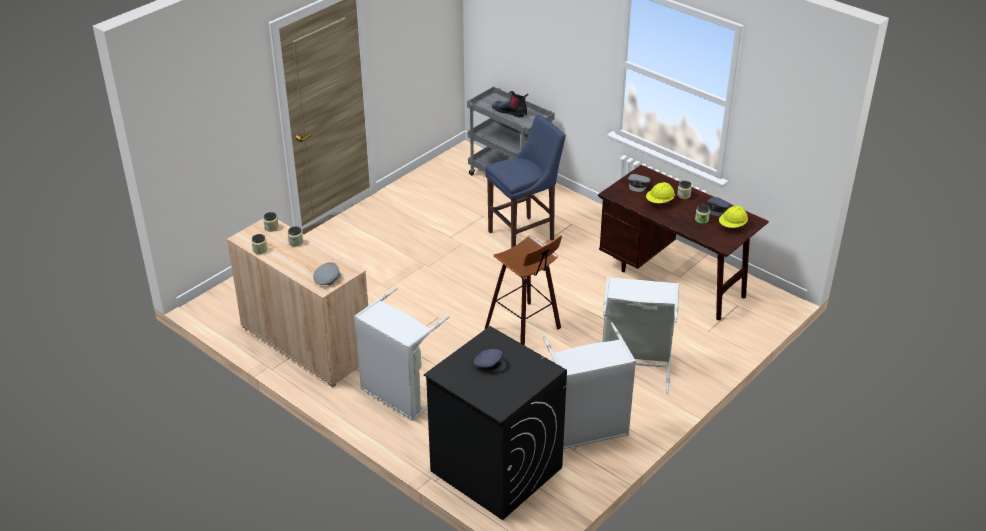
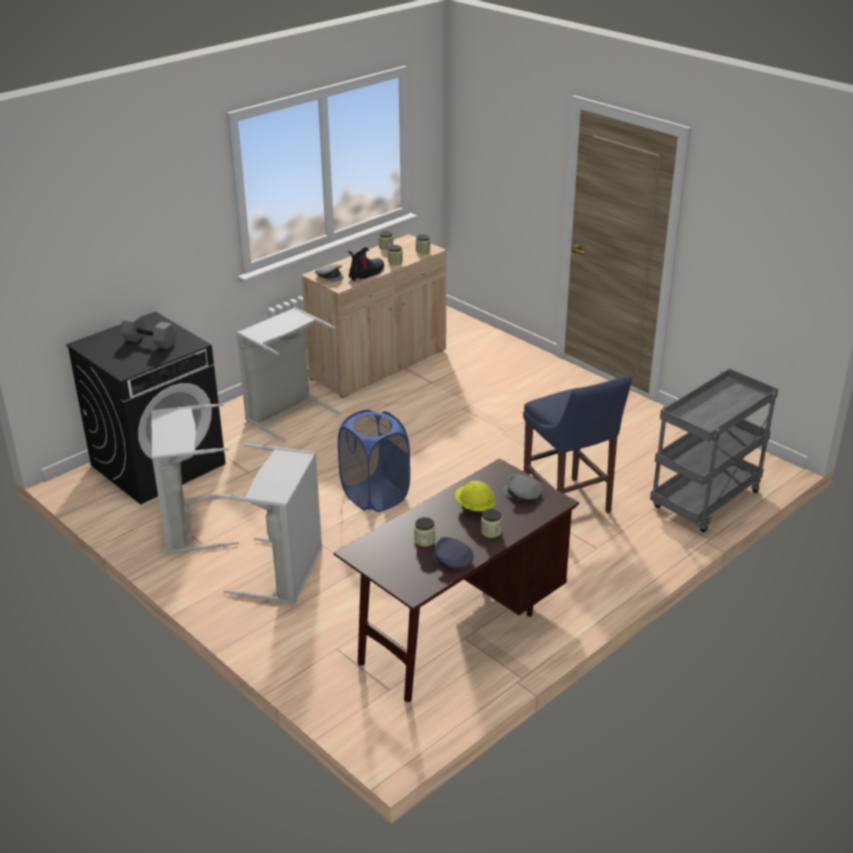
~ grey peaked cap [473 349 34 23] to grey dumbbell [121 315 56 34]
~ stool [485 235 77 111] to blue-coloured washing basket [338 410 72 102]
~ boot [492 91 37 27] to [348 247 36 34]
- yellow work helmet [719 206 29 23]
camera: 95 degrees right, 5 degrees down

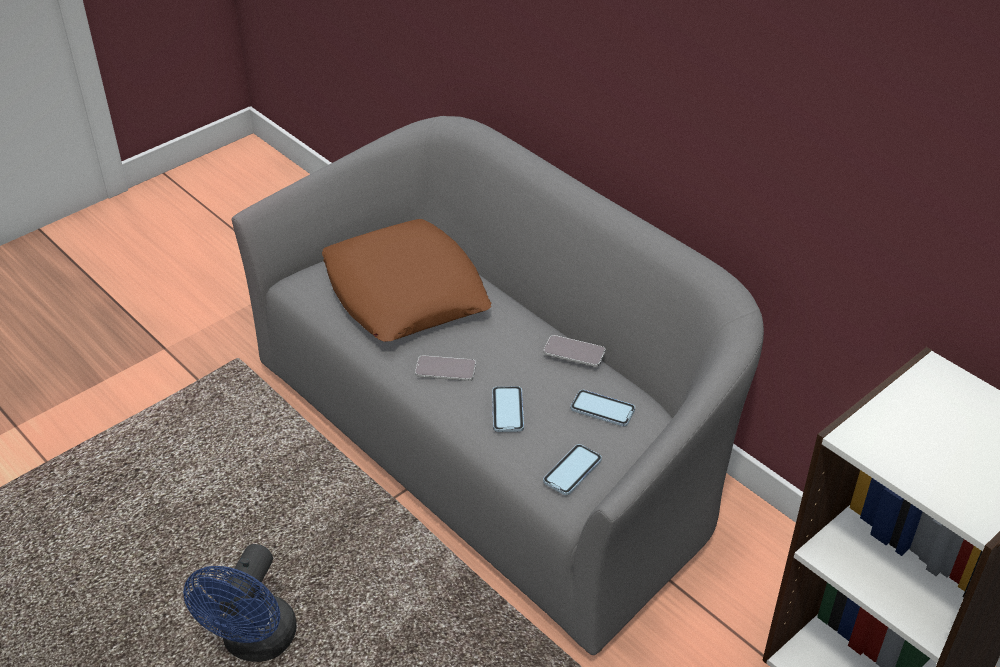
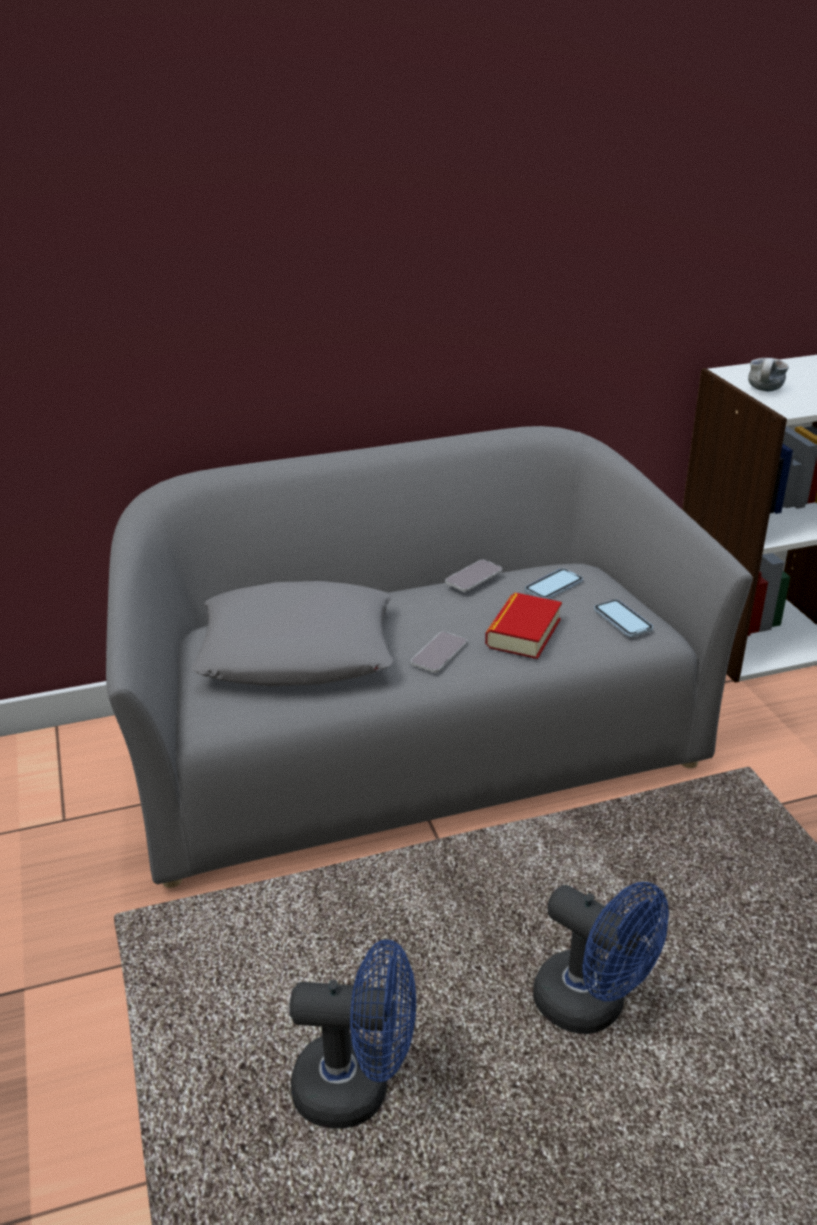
~ brownish cushion [322 219 170 123] to grey cushion [192 581 202 105]
~ phone [492 386 32 46] to bound book [485 592 77 67]
+ blue-coloured cooling fan [289 939 127 190]
+ mug [748 358 41 34]
camera: 65 degrees left, 10 degrees down

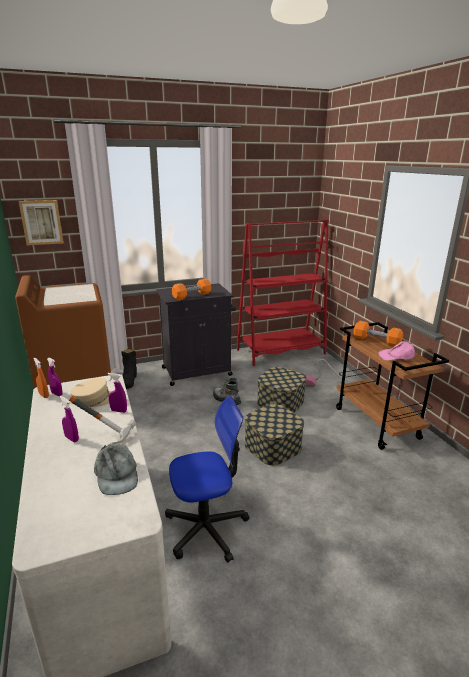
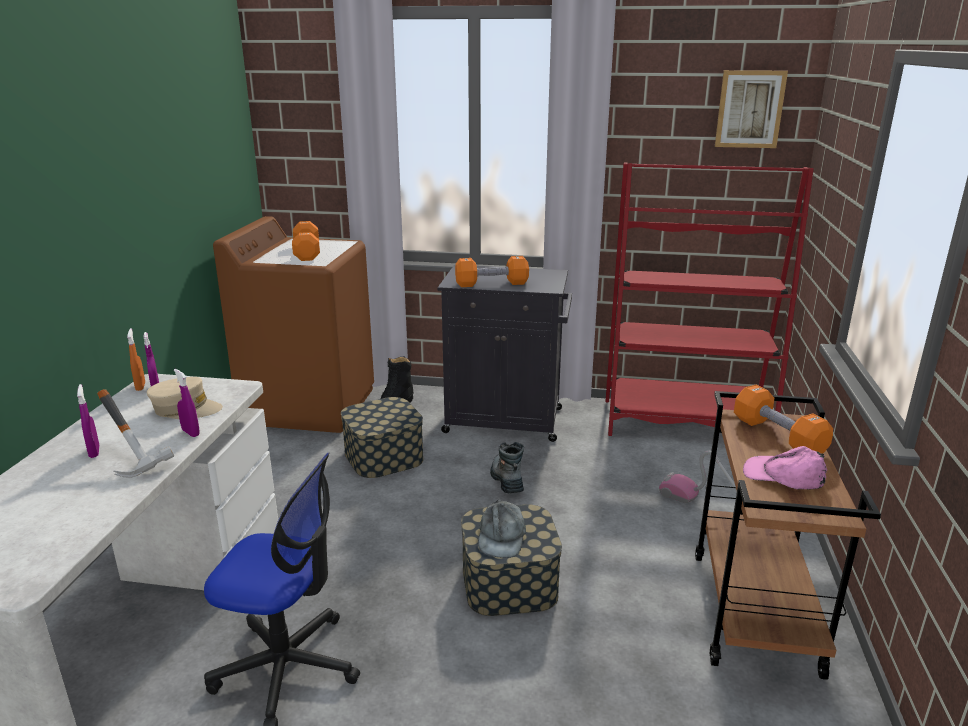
~ wall art [18 200 46 45] to [715 70 73 78]
~ grey peaked cap [94 444 44 51] to [478 500 48 58]
~ storage box [257 367 49 46] to [341 397 83 81]
+ orange dumbbell [292 221 28 40]
camera: 30 degrees right, 0 degrees up

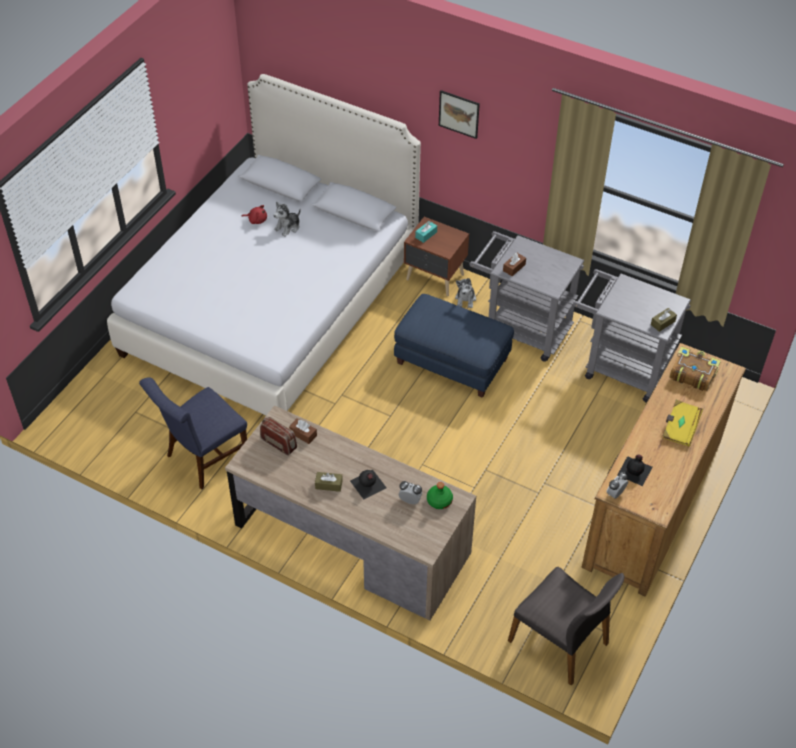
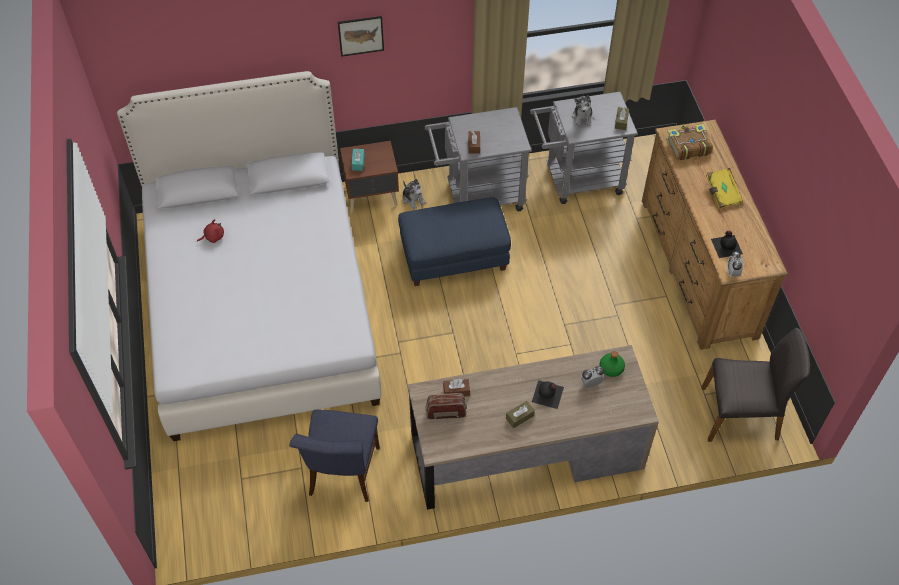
~ cuddly toy [274 202 27 35] to [572 95 22 31]
camera: 40 degrees left, 5 degrees up

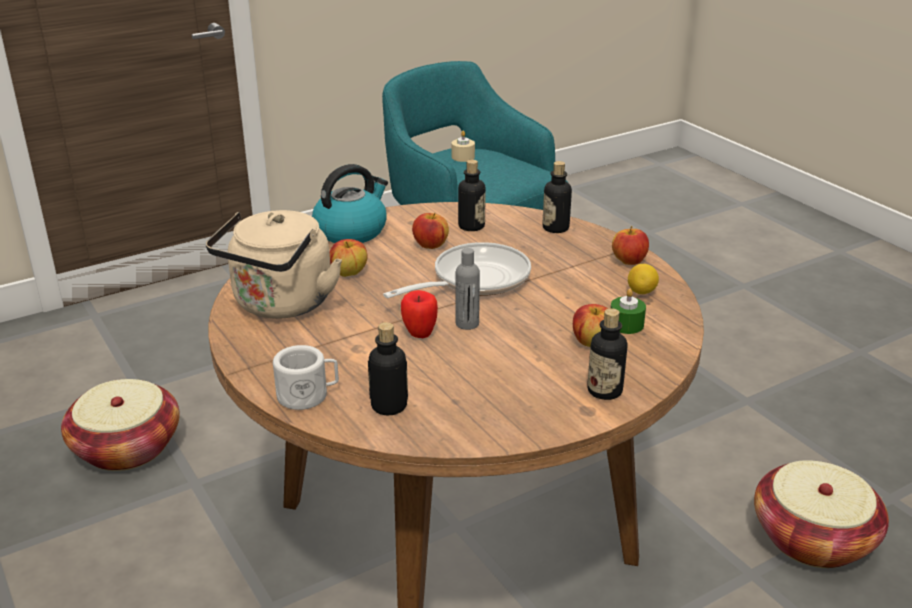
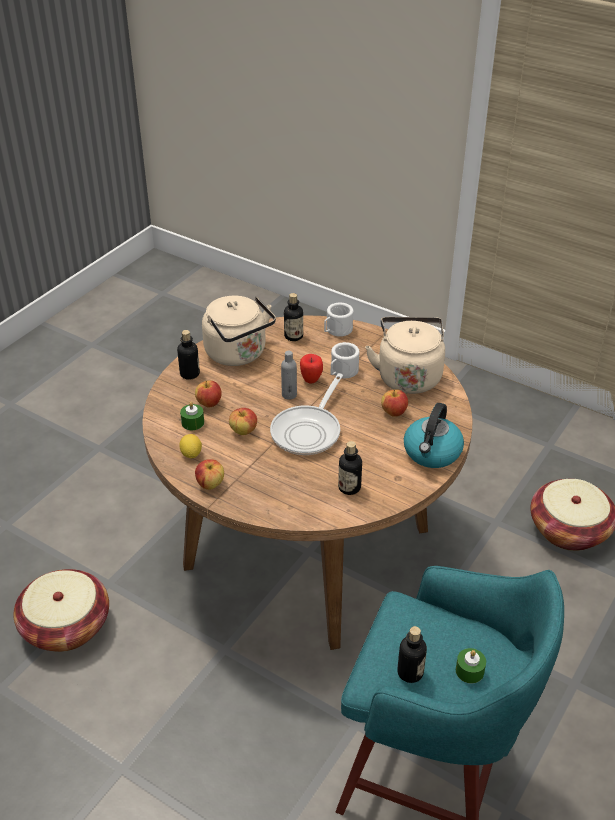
~ apple fruit [412 213 37 36] to [229 408 28 27]
~ beige-coloured wax light [452 131 23 31] to greenish wax light [456 648 30 35]
~ beverage bottle [543 161 29 72] to [397 626 30 57]
+ beige-coloured tea kettle [202 296 74 70]
+ white-coloured mug [331 342 29 36]
camera: 155 degrees right, 10 degrees up

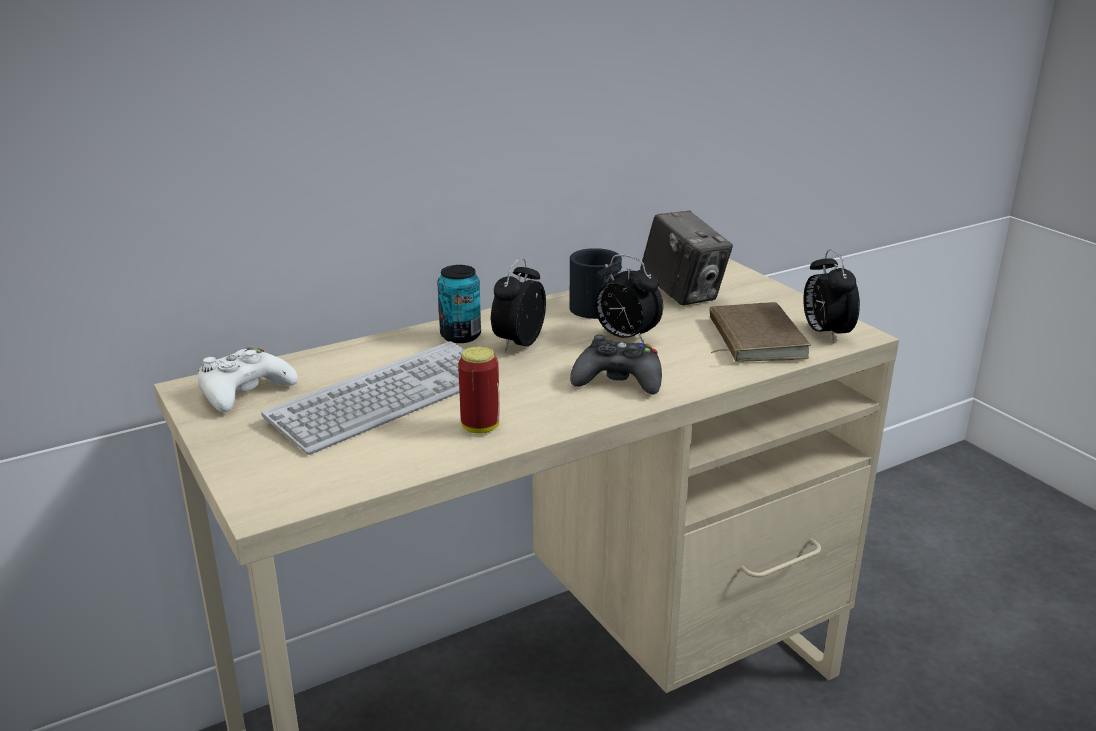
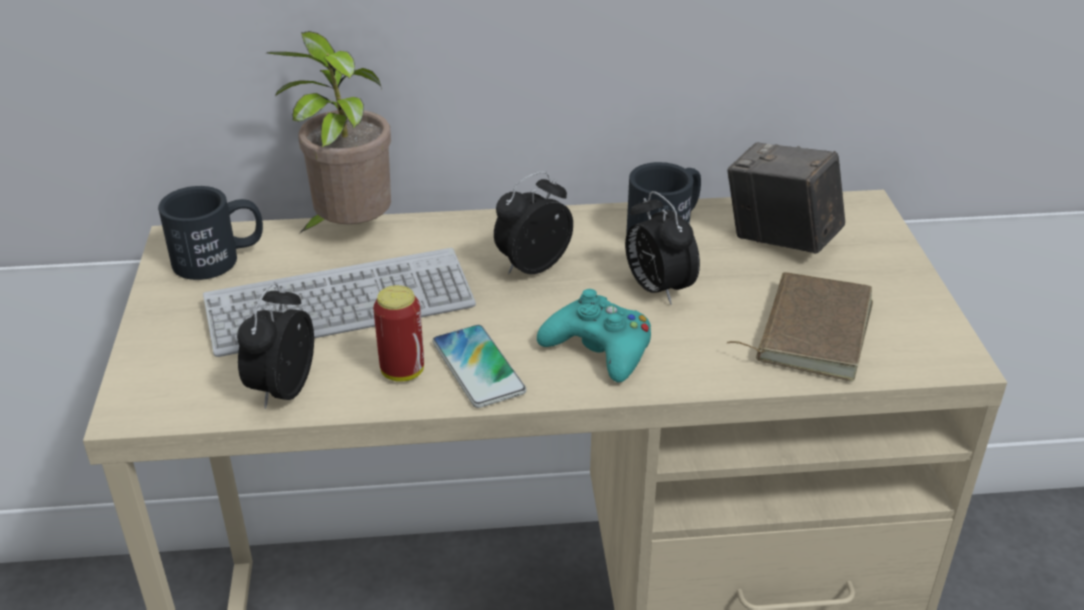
~ white-coloured game controller [198 347 100 66] to black-coloured mug [158 186 105 94]
- metal can [437 265 44 78]
~ black-coloured game controller [570 335 92 59] to blue-green game controller [537 289 114 93]
~ photo camera [640 211 93 94] = [727 142 118 112] 135 degrees clockwise
~ bedside clock [803 249 57 94] to [237 282 77 127]
+ potted plant [267 31 124 203]
+ phone [433 325 94 83]
camera: 25 degrees right, 10 degrees up

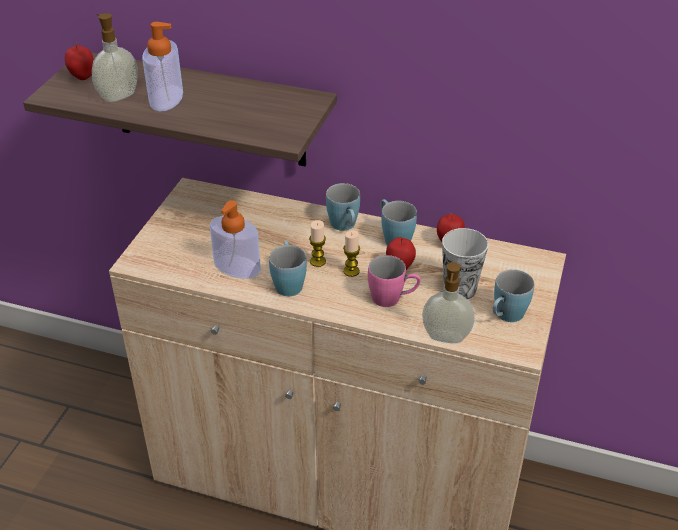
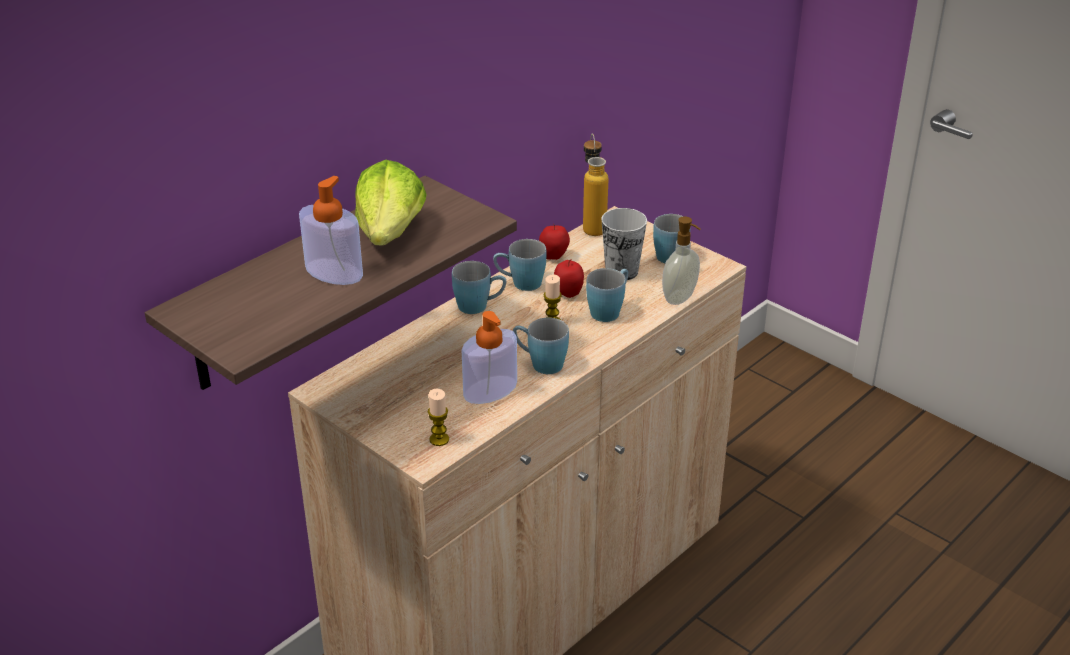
- apple fruit [65 42 29 38]
- soap dispenser [92 13 46 89]
~ wax light [309 220 17 47] to [428 389 21 57]
~ pink-coloured mug [368 255 53 52] to blue-coloured mug [586 268 42 54]
+ lettuce head [355 160 72 86]
+ beverage bottle [583 133 25 103]
camera: 65 degrees left, 5 degrees down

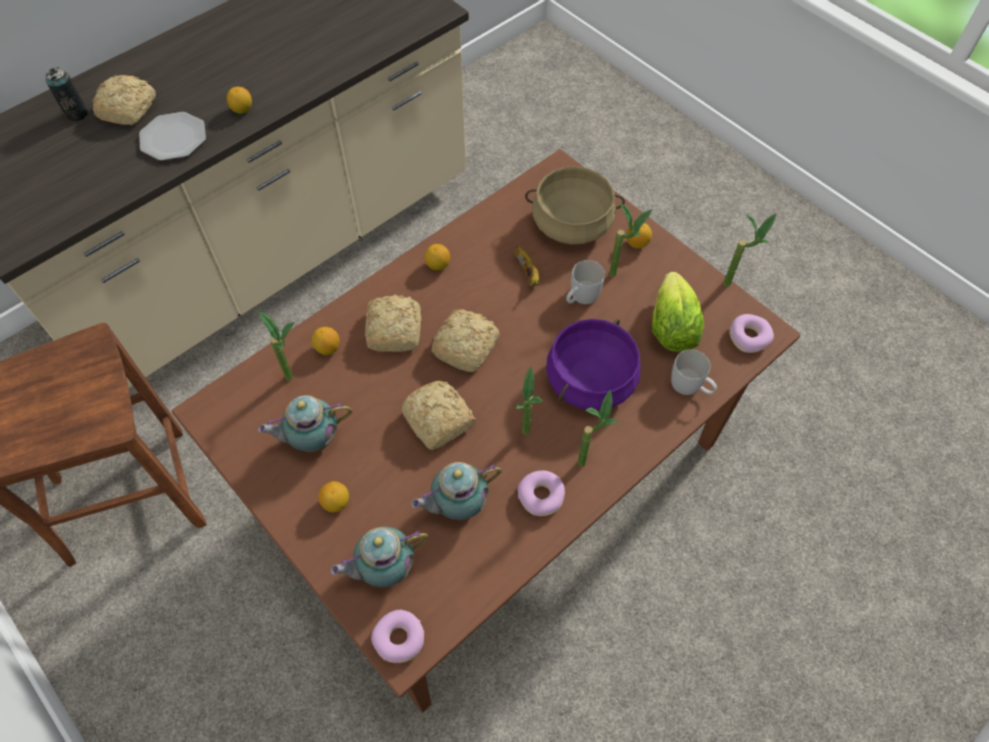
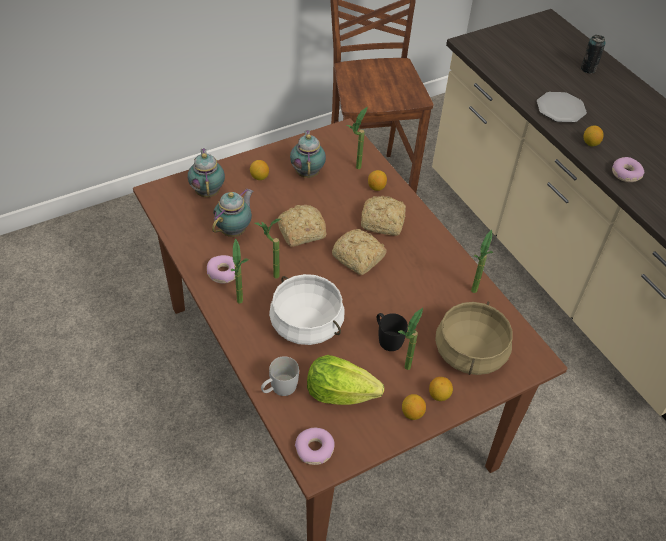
- baked bread [92 75 64 50]
~ ring doughnut [371 610 53 53] to [612 157 32 25]
~ teapot [411 462 91 58] = [212 189 42 48] 45 degrees clockwise
~ lemon [424 244 26 26] to [402 394 24 26]
- whole banana [515 246 25 40]
~ purple-coloured cooking pot [546 319 95 92] to white-coloured cooking pot [269 274 76 71]
~ white-coloured mug [566 260 39 44] to black-coloured mug [377 313 31 38]
~ potted plant [723 214 53 73] to [471 230 23 63]
camera: 100 degrees right, 10 degrees down

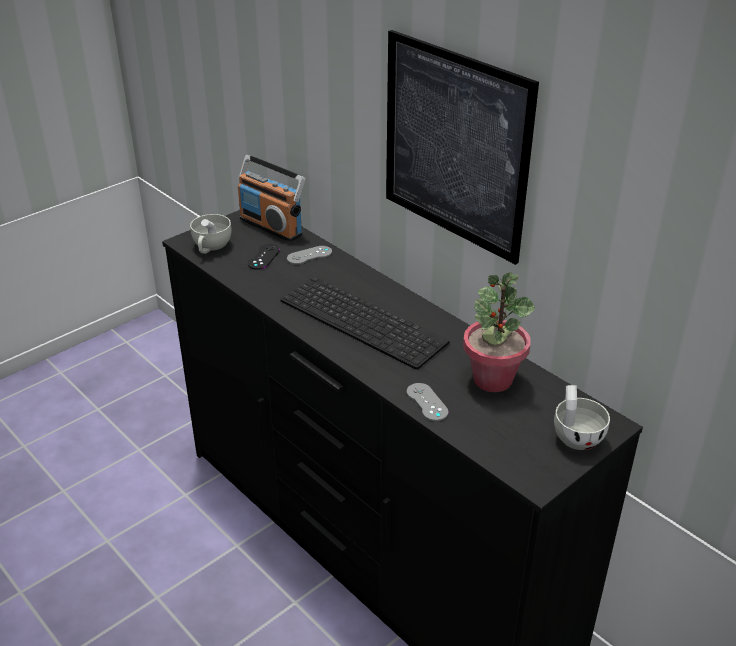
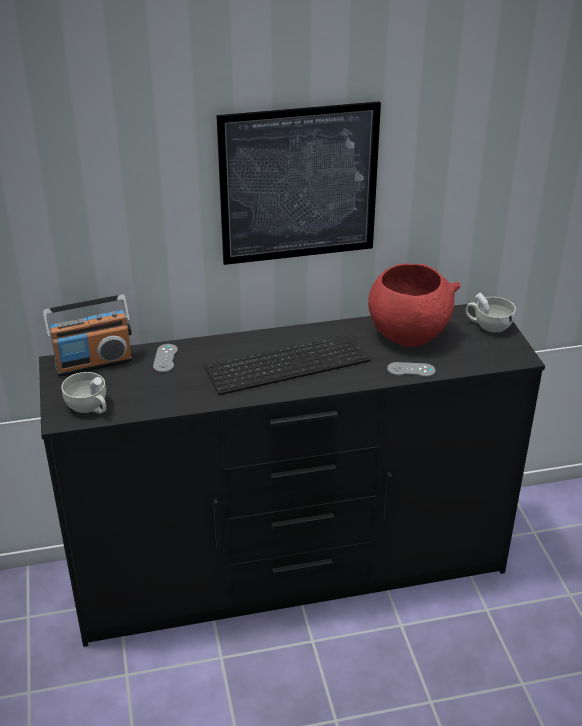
- black-coloured game controller [248 244 32 26]
~ potted plant [463 272 72 120] to reddish serving bowl [368 264 93 83]
camera: 60 degrees left, 0 degrees up

